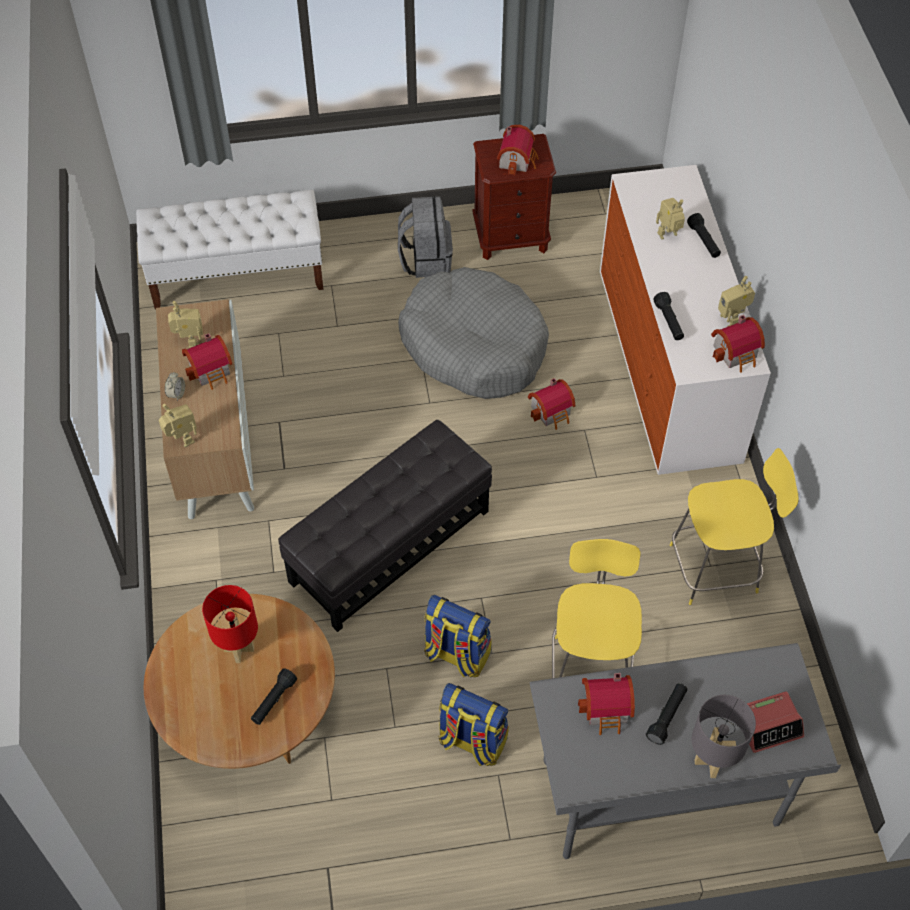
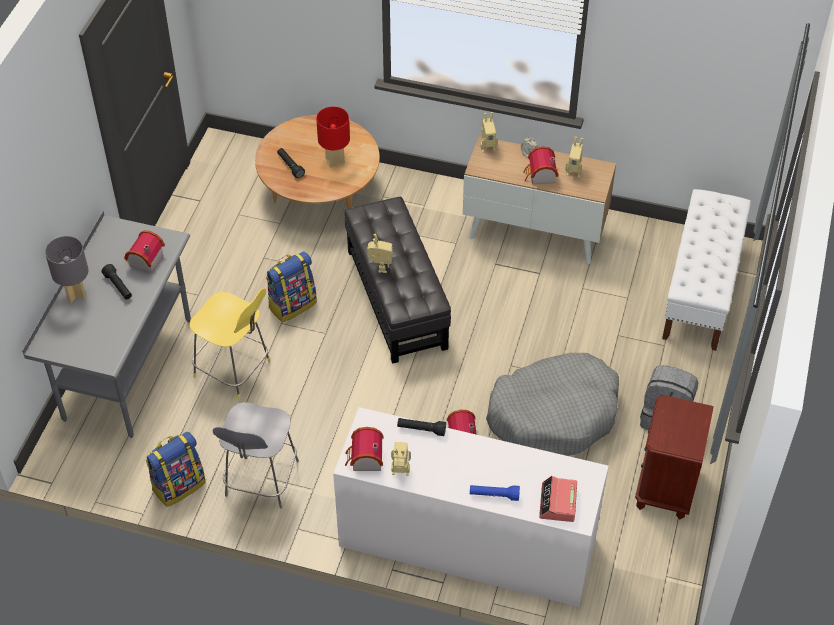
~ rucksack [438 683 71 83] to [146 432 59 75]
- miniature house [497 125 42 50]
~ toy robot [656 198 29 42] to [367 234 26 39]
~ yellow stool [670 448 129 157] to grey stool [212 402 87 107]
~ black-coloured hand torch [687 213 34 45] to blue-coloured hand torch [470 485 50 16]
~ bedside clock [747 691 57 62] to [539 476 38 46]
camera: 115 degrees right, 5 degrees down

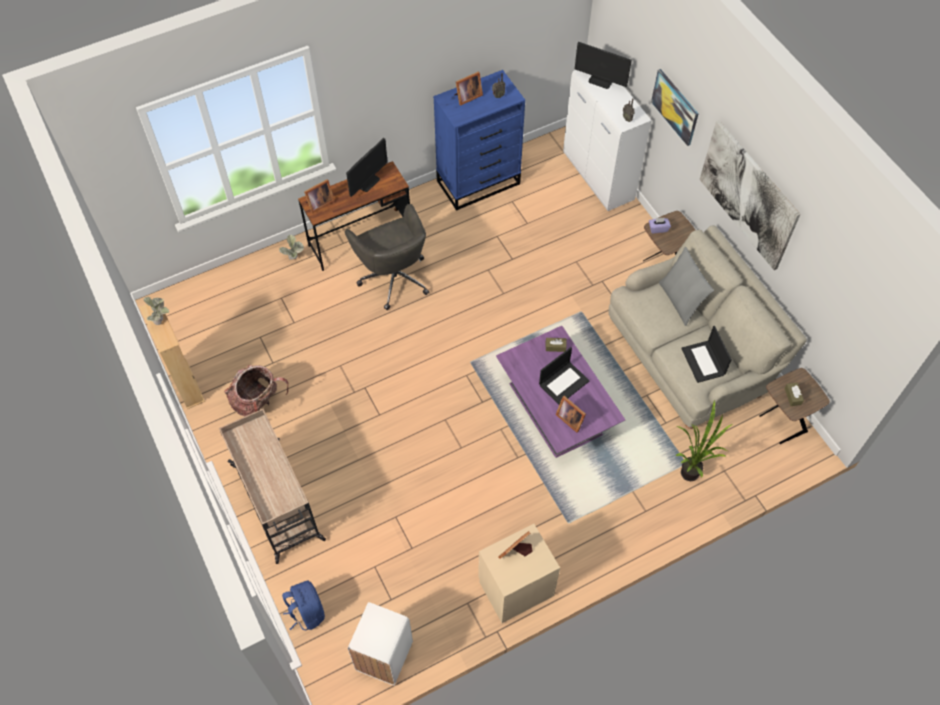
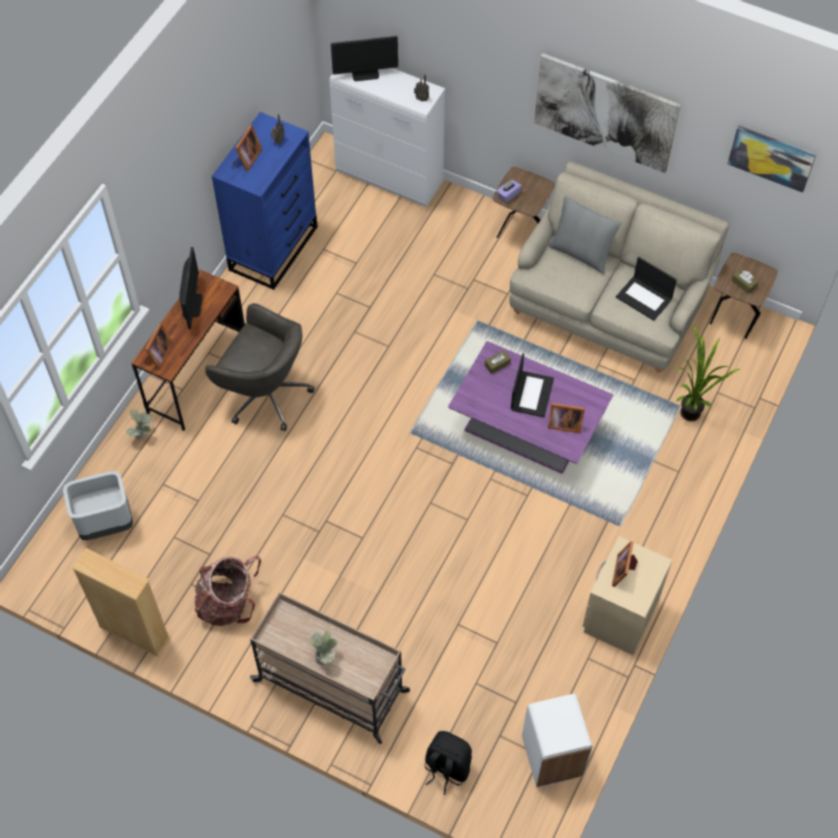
~ potted plant [143 297 26 28] to [309 631 29 34]
~ blue-coloured rucksack [282 580 43 50] to black-coloured rucksack [425 731 47 64]
~ wall art [651 69 48 77] to [727 126 89 67]
+ grey rubbish bin [63 471 70 69]
camera: 35 degrees left, 0 degrees up

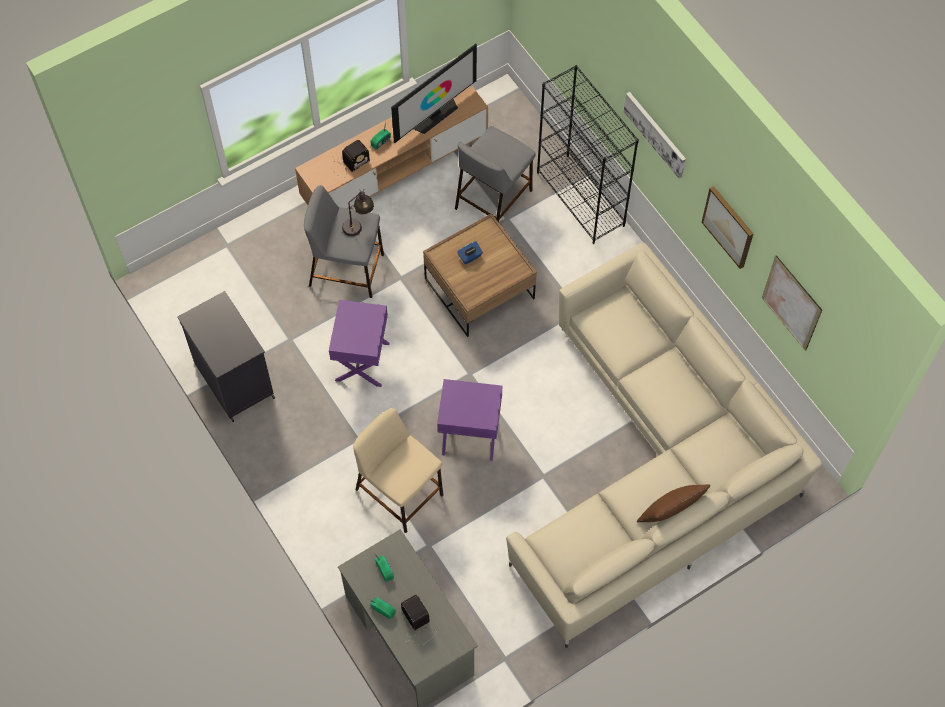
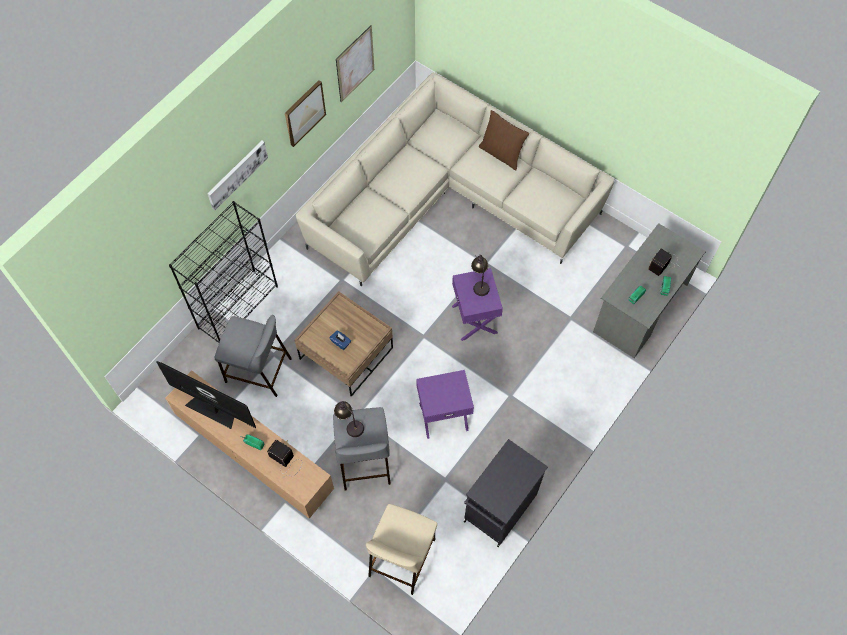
~ beige-coloured stool [353 408 90 125] to [366 504 71 91]
+ lamp for a table [471 255 19 41]
camera: 110 degrees left, 0 degrees up

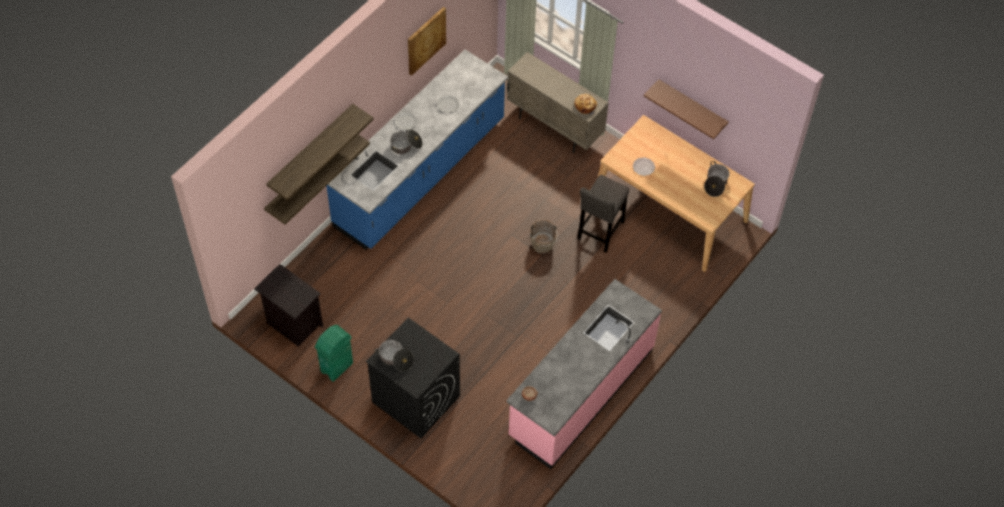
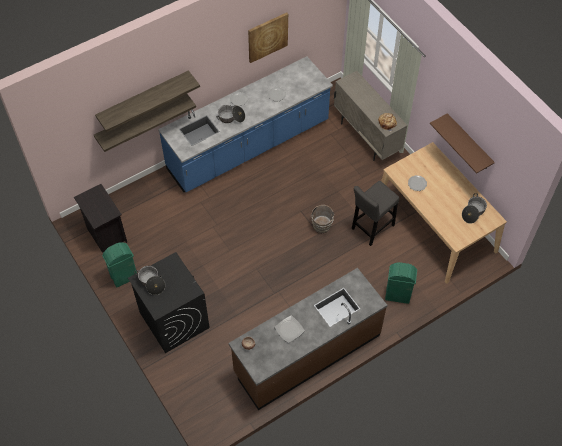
~ pink-coloured kitchen base unit [506 279 156 190] to brownish kitchen base unit [229 268 158 142]
+ dinner plate [274 315 31 28]
+ greenish rubbish bin [385 262 32 42]
camera: 20 degrees right, 0 degrees up

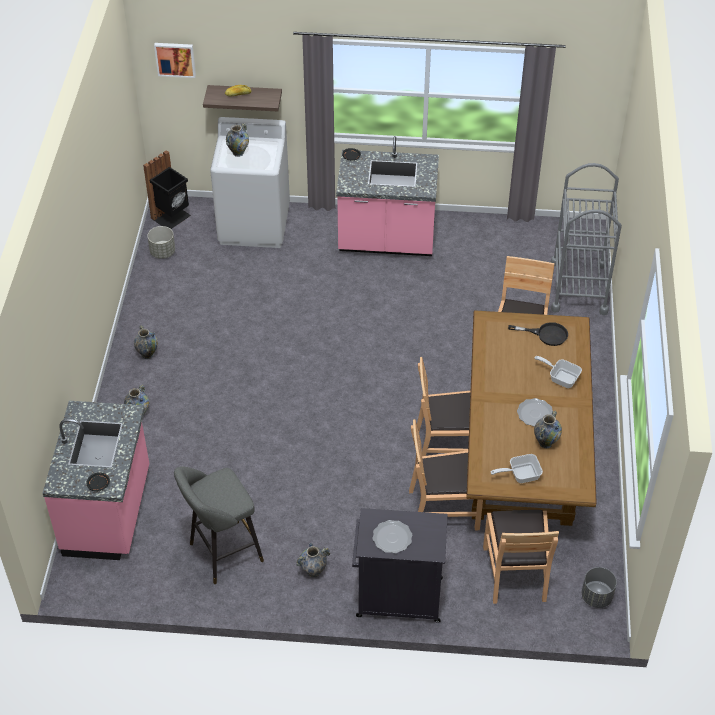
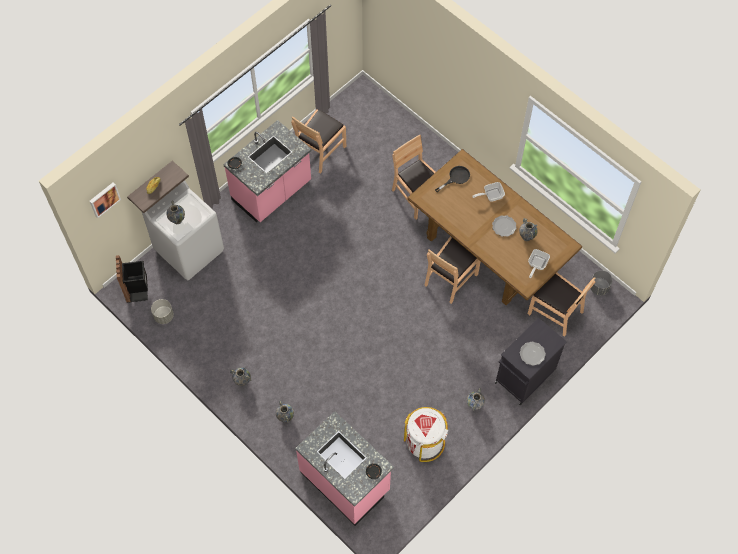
~ grey stool [174 466 90 118] to white-coloured rubbish bin [404 407 44 55]
~ brownish plain chair [409 419 74 111] to [291 109 55 65]
- grey wheeled cart [550 163 72 152]
camera: 50 degrees left, 15 degrees up

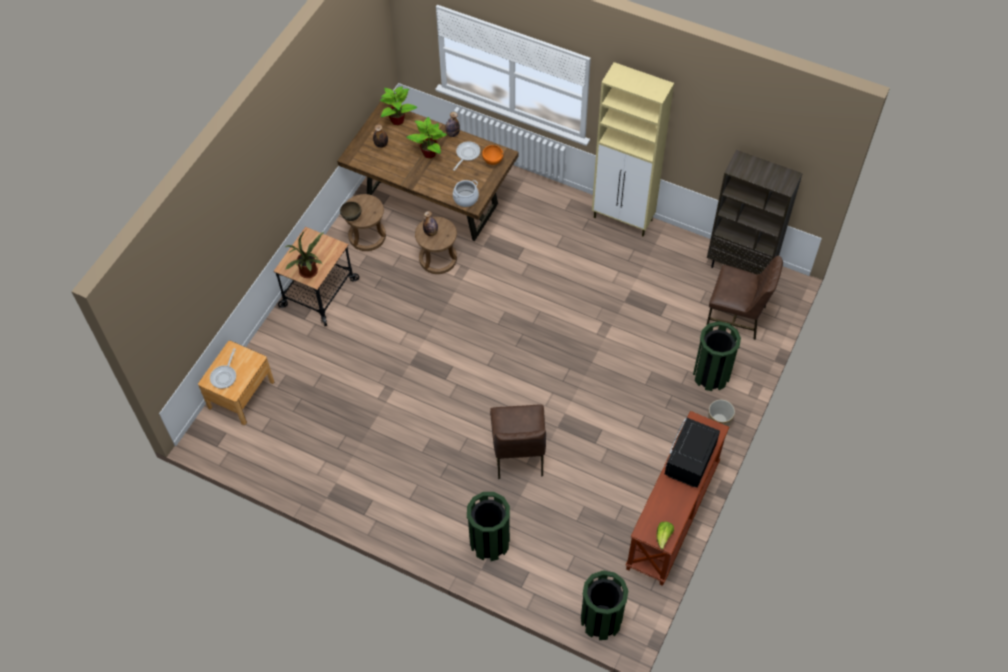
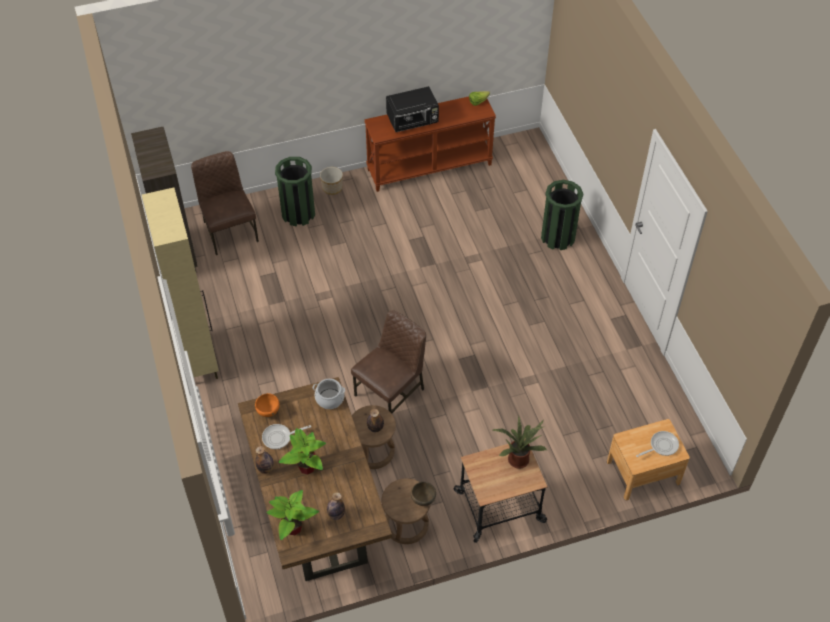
~ brownish plain chair [490 404 56 75] to [351 310 75 104]
- greenish rubbish bin [581 570 47 70]
camera: 135 degrees left, 5 degrees down

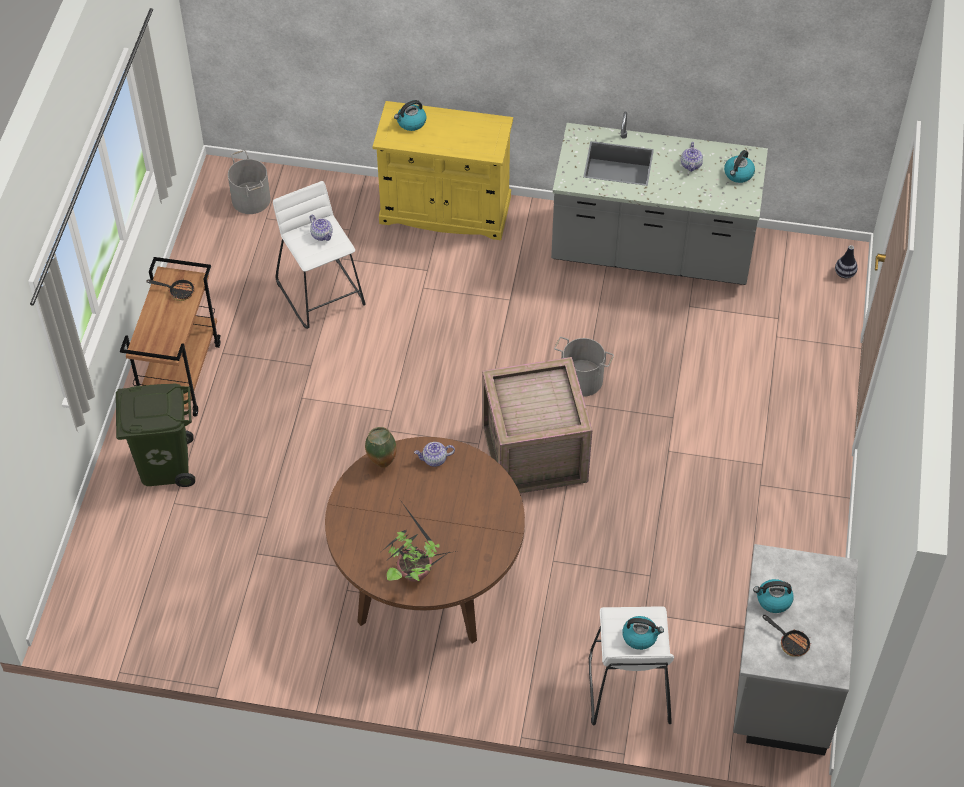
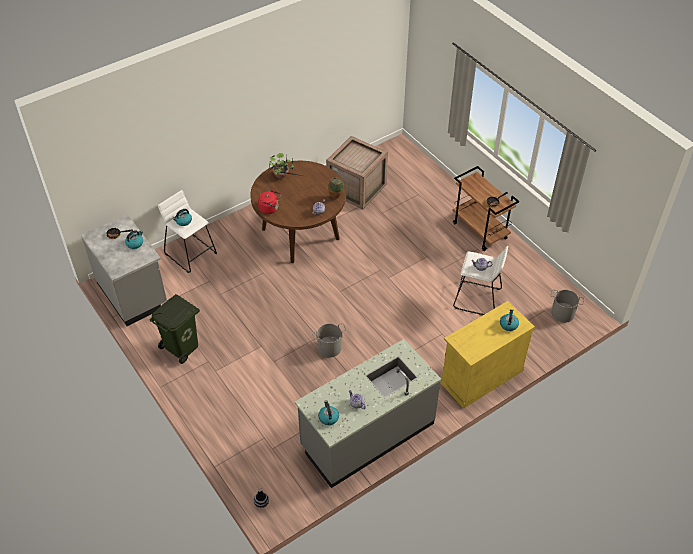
~ greenish rubbish bin [116 383 79 104] to [149 294 51 70]
~ crate [482 357 110 136] to [326 136 62 73]
+ reddish tea kettle [258 190 23 24]
camera: 135 degrees right, 5 degrees down

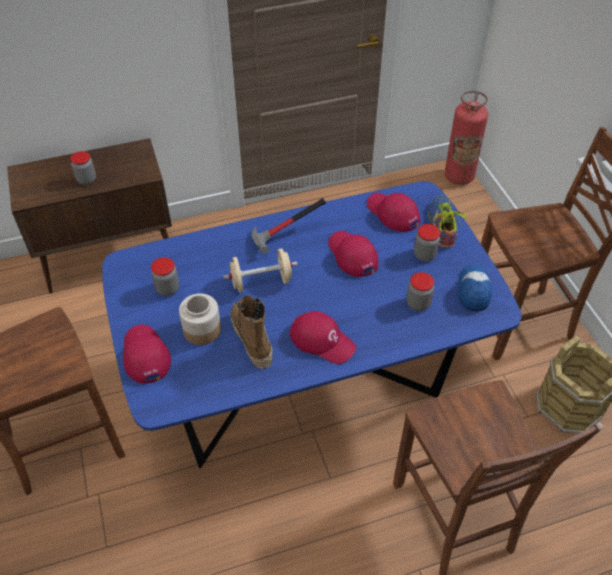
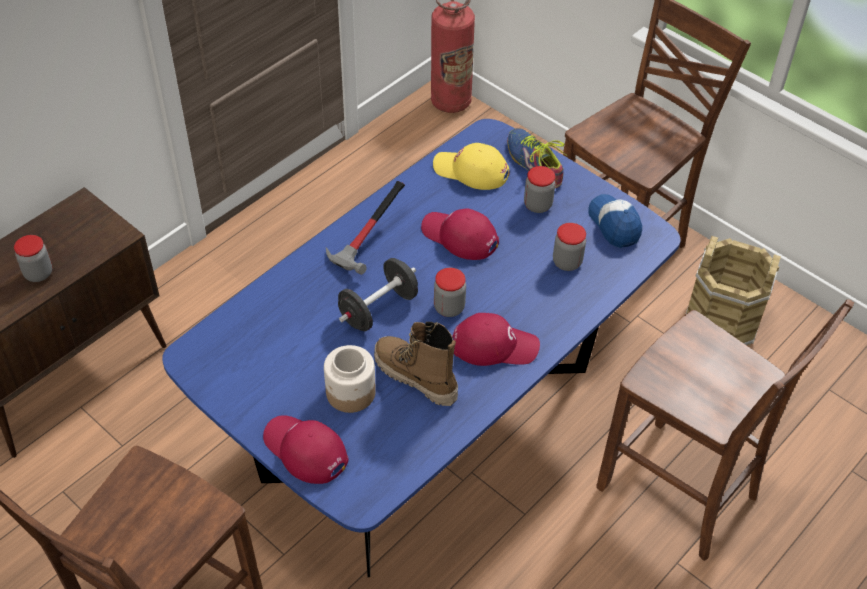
~ preserve jar [151 257 28 39] to [434 268 32 49]
~ beige-coloured dumbbell [223 248 75 45] to black-coloured dumbbell [338 258 80 73]
~ reddish peaked cap [367 193 54 39] to yellow peaked cap [433 143 77 47]
camera: 30 degrees left, 0 degrees up

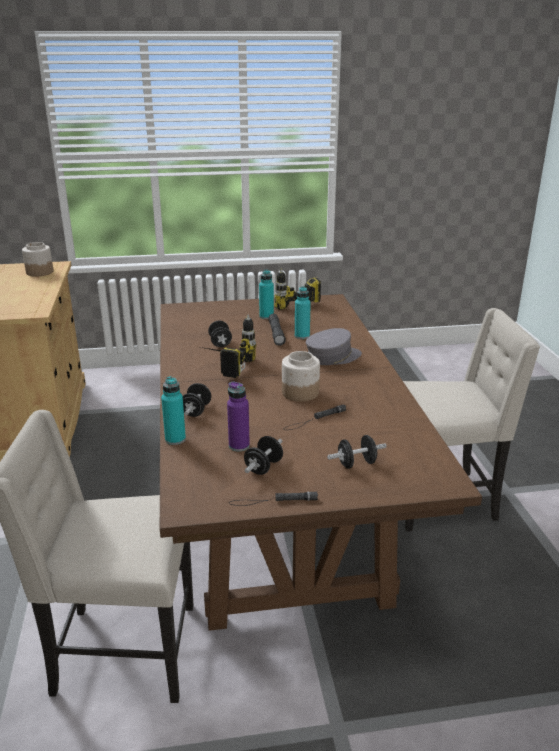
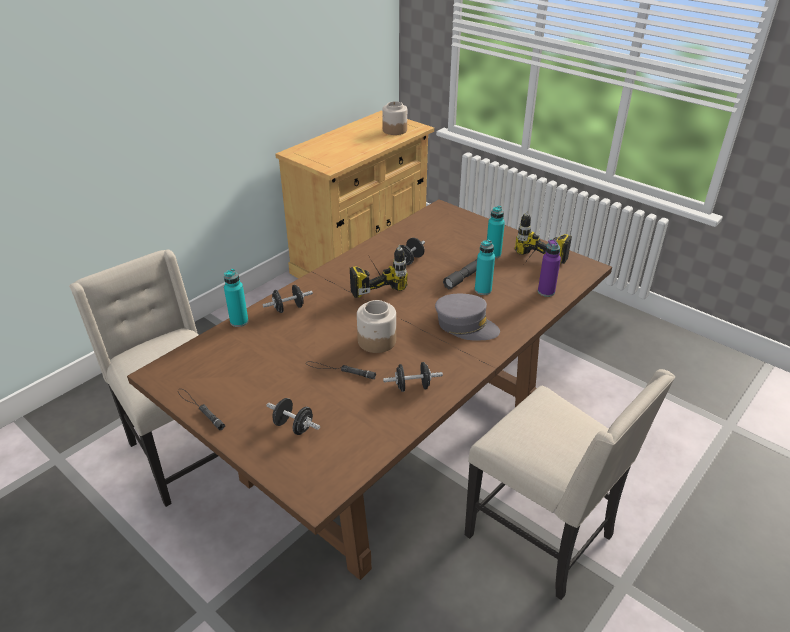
~ purple-coloured beverage bottle [227 381 23 70] to [538 239 23 58]
~ black-coloured dumbbell [244 436 39 39] to [383 362 60 30]
camera: 50 degrees right, 10 degrees up

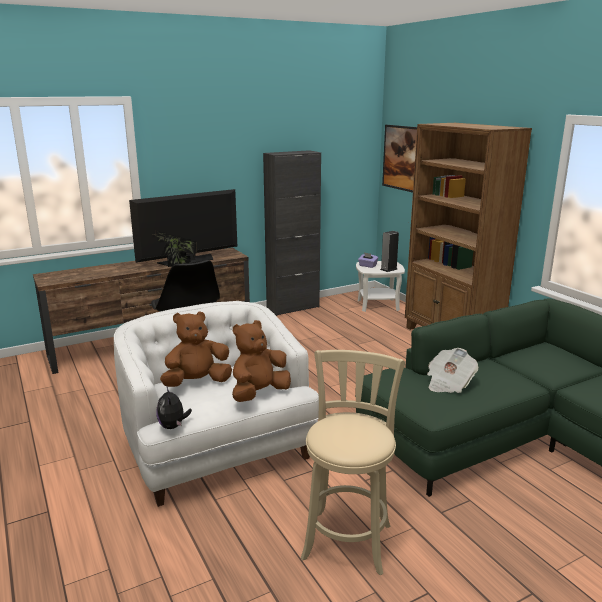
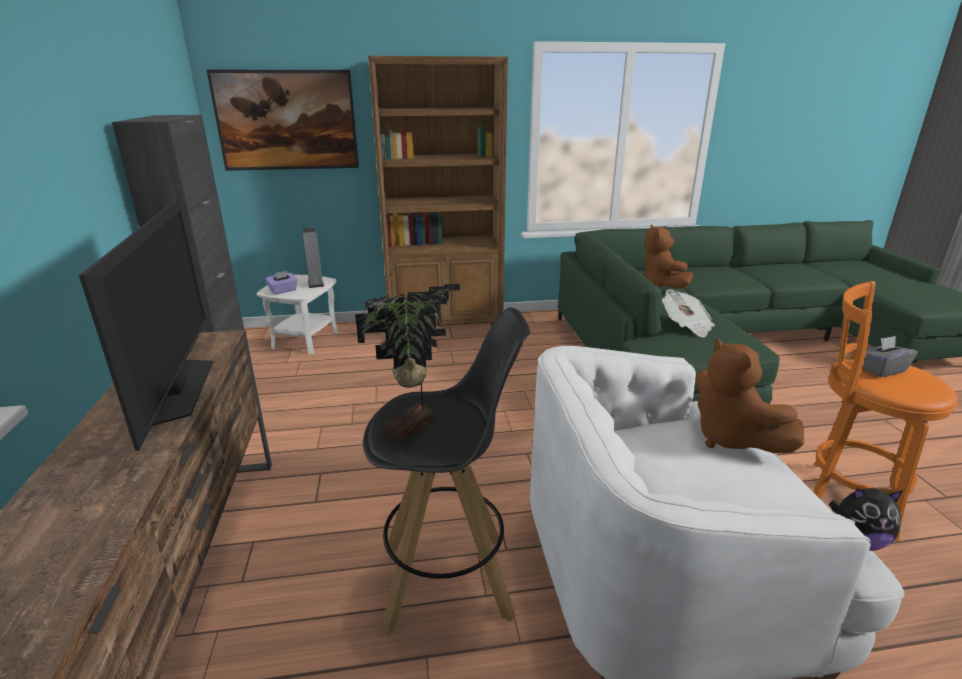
~ brownish cuddly toy [160 311 72 76] to [644 224 49 65]
~ beige-coloured stool [301 350 104 226] to orange stool [813 281 144 260]
+ grey tissue box [862 336 56 41]
camera: 70 degrees left, 5 degrees up

